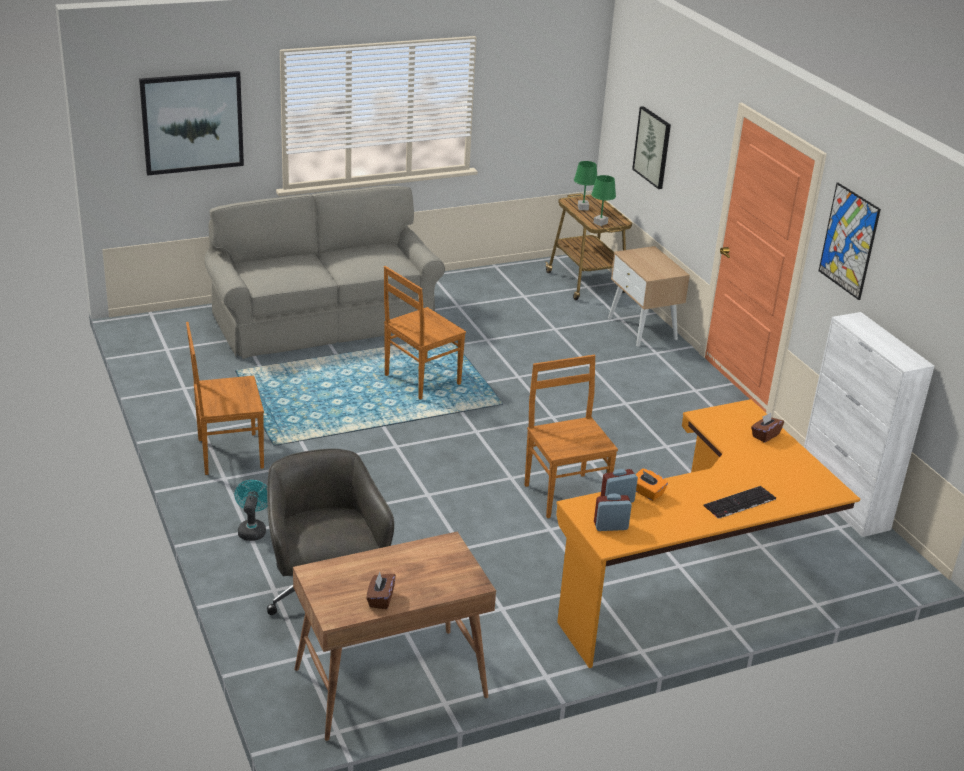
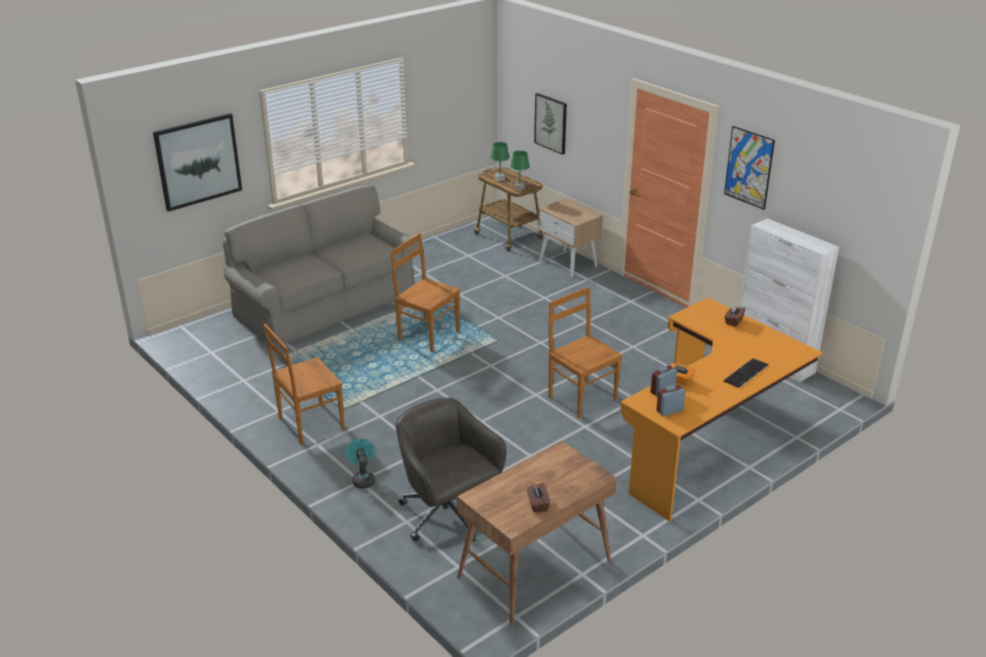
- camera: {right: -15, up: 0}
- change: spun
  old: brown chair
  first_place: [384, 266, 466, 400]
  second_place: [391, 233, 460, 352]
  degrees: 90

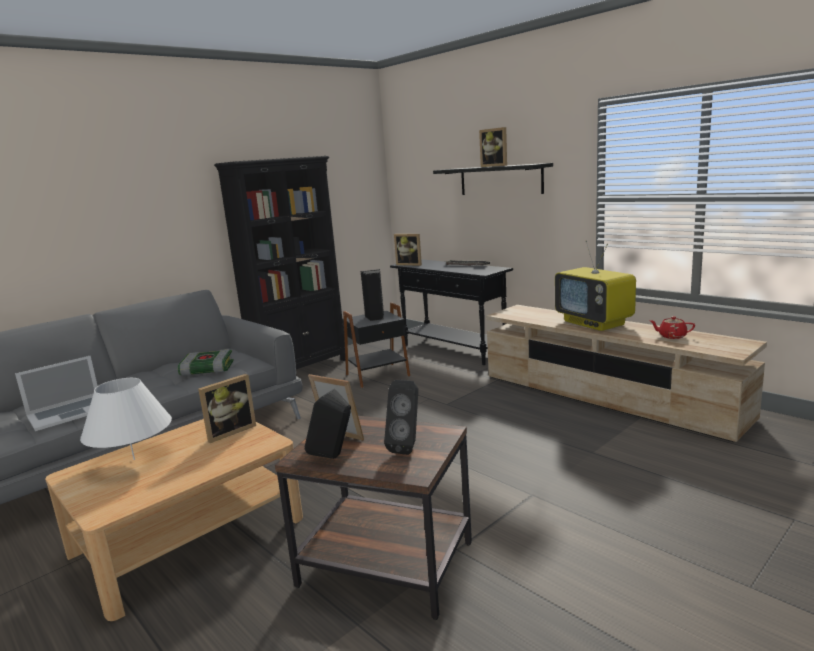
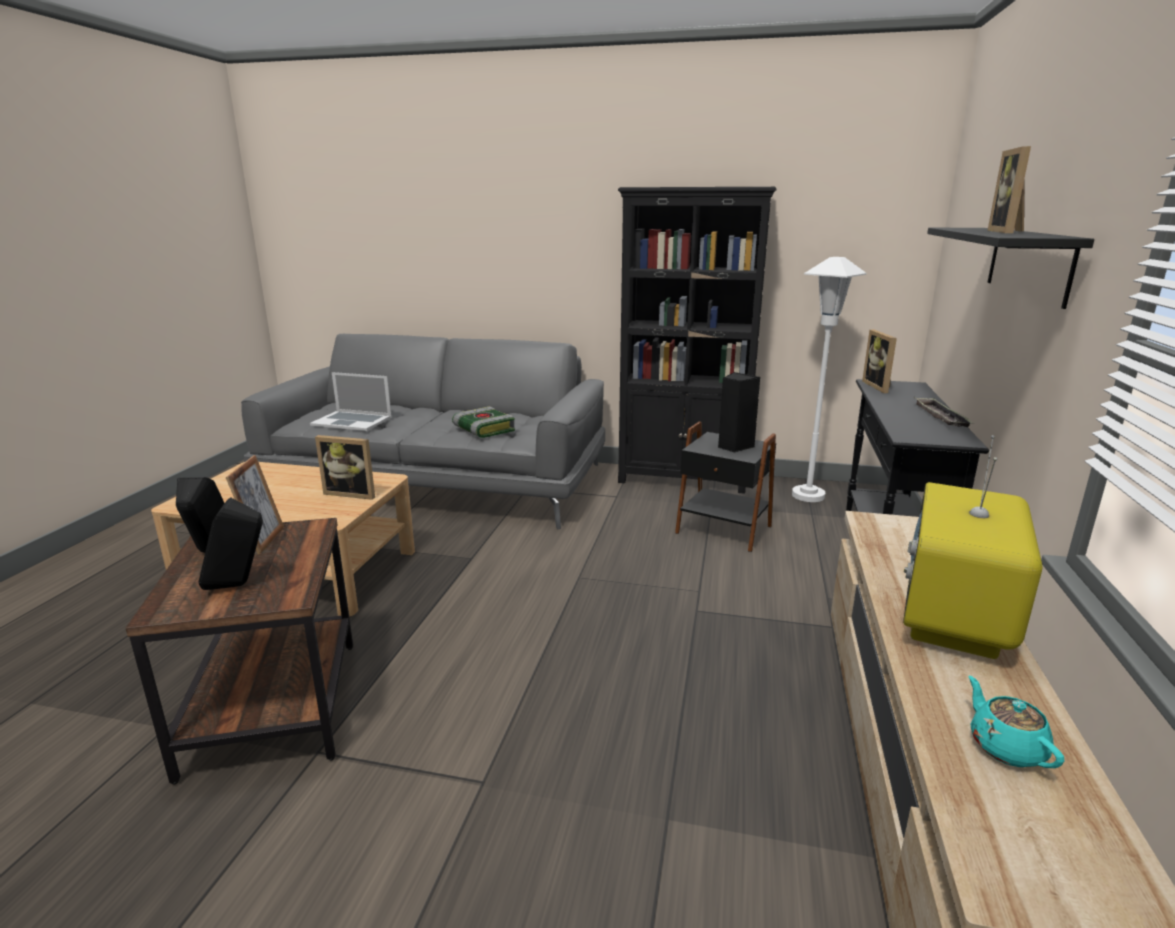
- camera: {right: 55, up: 5}
- change: colour
  old: reddish pot for tea
  new: turquoise pot for tea
  first_place: [650, 316, 695, 339]
  second_place: [969, 676, 1064, 768]
- change: missing
  old: whitish tabletop lamp
  first_place: [80, 378, 172, 460]
- change: appeared
  new: whitish standard lamp
  second_place: [792, 257, 867, 502]

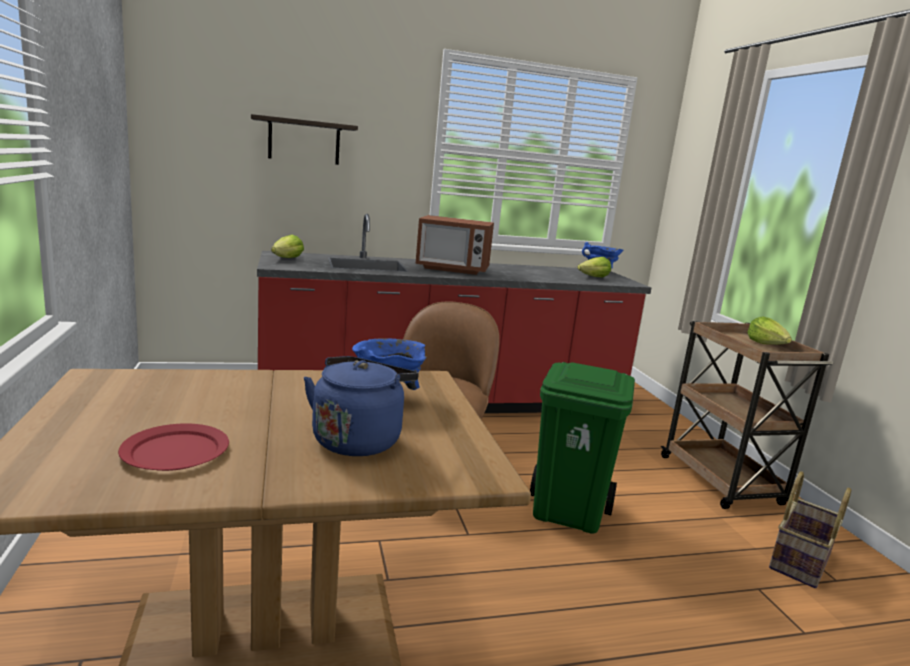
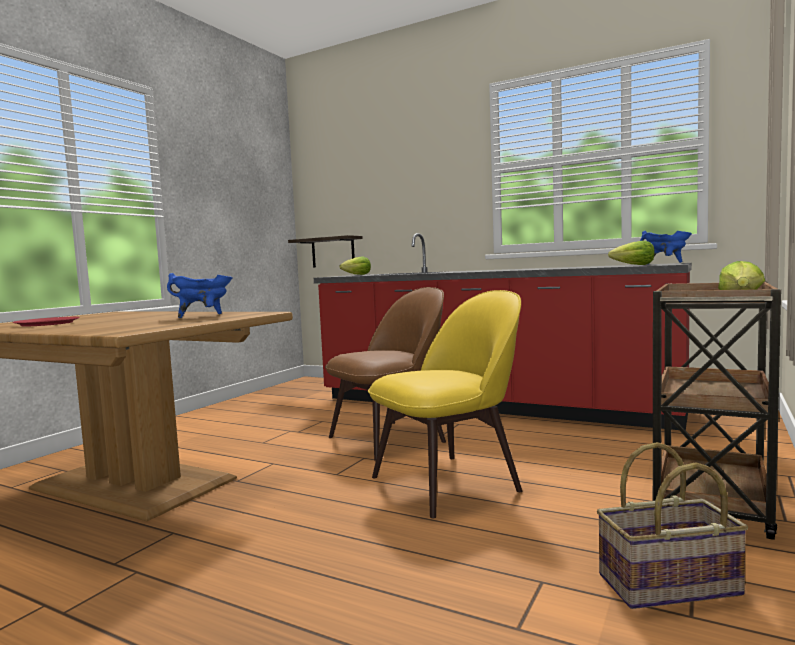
- camera: {right: 45, up: -10}
- change: relocated
  old: shelf
  first_place: [251, 114, 358, 165]
  second_place: [288, 235, 363, 267]
- change: missing
  old: kitchen microwave
  first_place: [415, 215, 494, 275]
- change: missing
  old: bluish kettle
  first_place: [304, 356, 419, 456]
- change: exchanged
  old: greenish rubbish bin
  new: yellowish chair
  first_place: [530, 362, 635, 534]
  second_place: [368, 290, 522, 518]

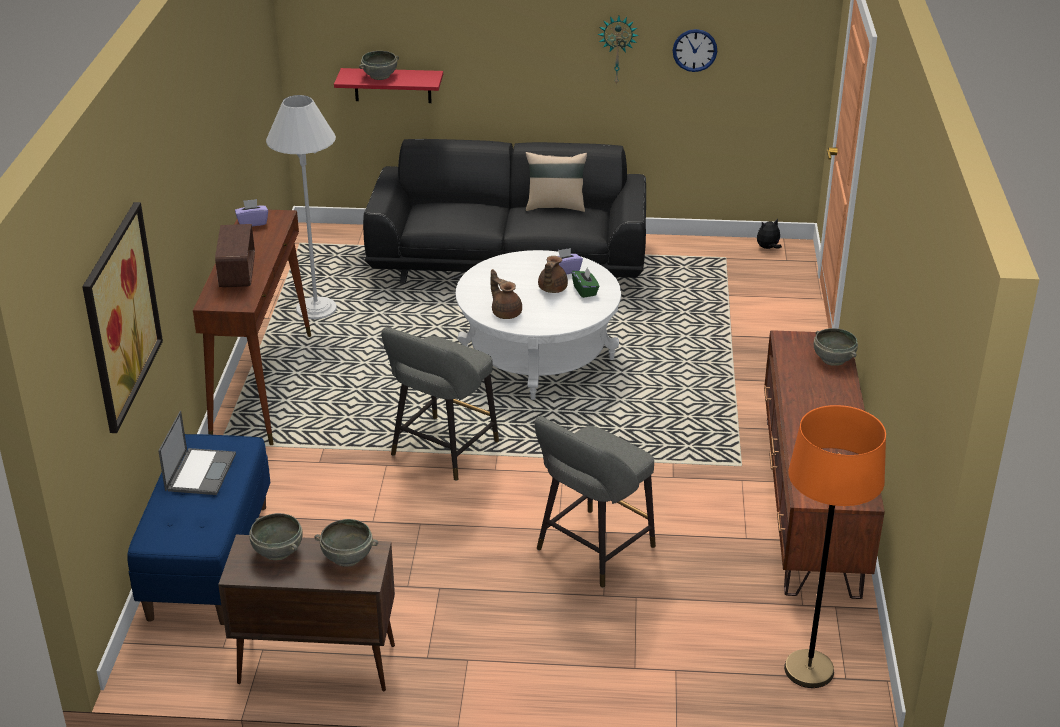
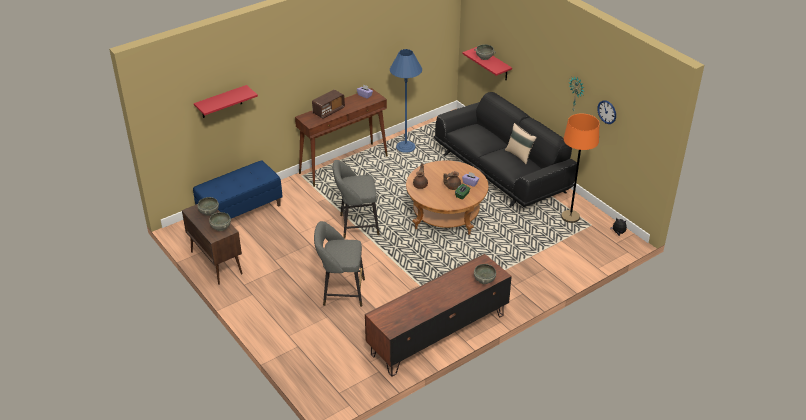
- camera: {right: 50, up: 5}
- change: colour
  old: whitish standard lamp
  new: bluish standard lamp
  first_place: [266, 95, 337, 319]
  second_place: [390, 49, 422, 153]
- change: exchanged
  old: wall art
  new: reddish shelf
  first_place: [82, 202, 163, 433]
  second_place: [194, 85, 258, 118]
- change: colour
  old: whitish lounge table
  new: brown lounge table
  first_place: [456, 250, 621, 400]
  second_place: [406, 160, 488, 235]
- change: relocated
  old: orange-coloured standard lamp
  first_place: [784, 405, 886, 688]
  second_place: [561, 114, 600, 223]
- change: missing
  old: notebook computer
  first_place: [158, 411, 236, 495]

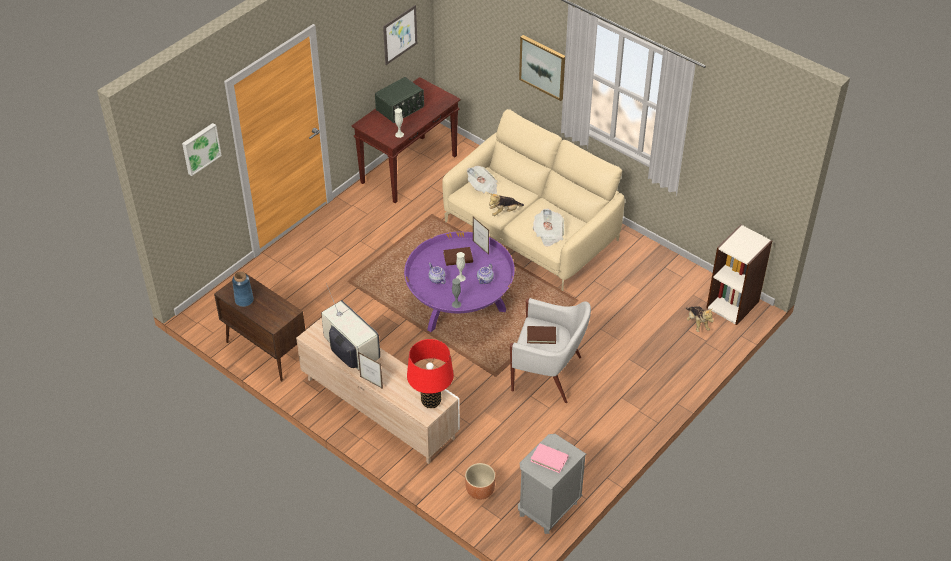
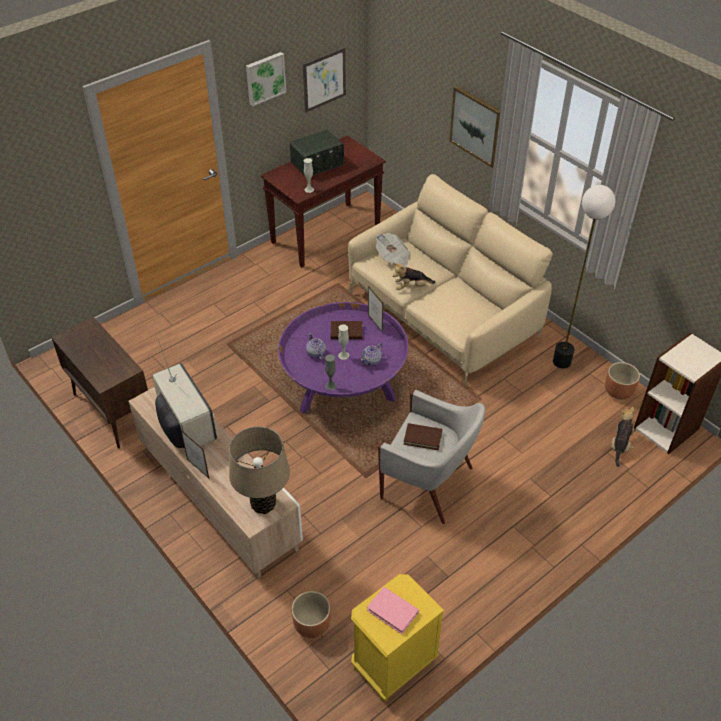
- camera: {right: 10, up: 0}
- change: relocated
  old: wall art
  first_place: [182, 123, 222, 176]
  second_place: [246, 52, 286, 106]
- change: missing
  old: printed paper
  first_place: [533, 208, 564, 247]
- change: missing
  old: bluish decorative vase
  first_place: [232, 272, 254, 307]
- change: spun
  old: plush toy
  first_place: [686, 306, 714, 332]
  second_place: [611, 407, 634, 467]
  degrees: -150
- change: colour
  old: reddish tabletop lamp
  new: beige tabletop lamp
  first_place: [407, 339, 454, 408]
  second_place: [229, 426, 290, 514]
- change: colour
  old: greyish nightstand
  new: yellowish nightstand
  first_place: [518, 434, 586, 534]
  second_place: [351, 574, 444, 701]
- change: appeared
  new: standard lamp
  second_place: [553, 185, 615, 369]
- change: appeared
  new: brown planter
  second_place: [605, 362, 640, 399]

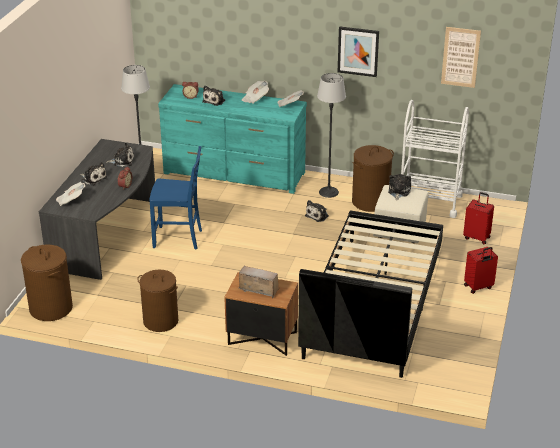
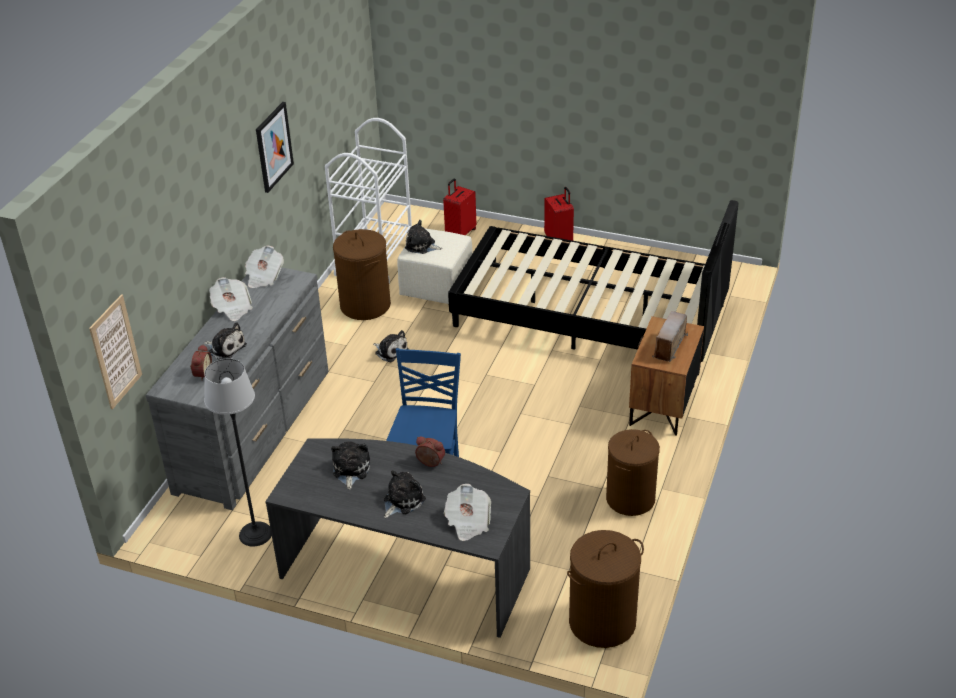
- camera: {right: -85, up: 5}
- change: relocated
  old: wall art
  first_place: [441, 27, 481, 88]
  second_place: [89, 294, 142, 409]
- change: missing
  old: standard lamp
  first_place: [317, 73, 346, 198]
- change: colour
  old: turquoise dresser
  new: greyish dresser
  first_place: [158, 84, 307, 194]
  second_place: [146, 268, 329, 510]

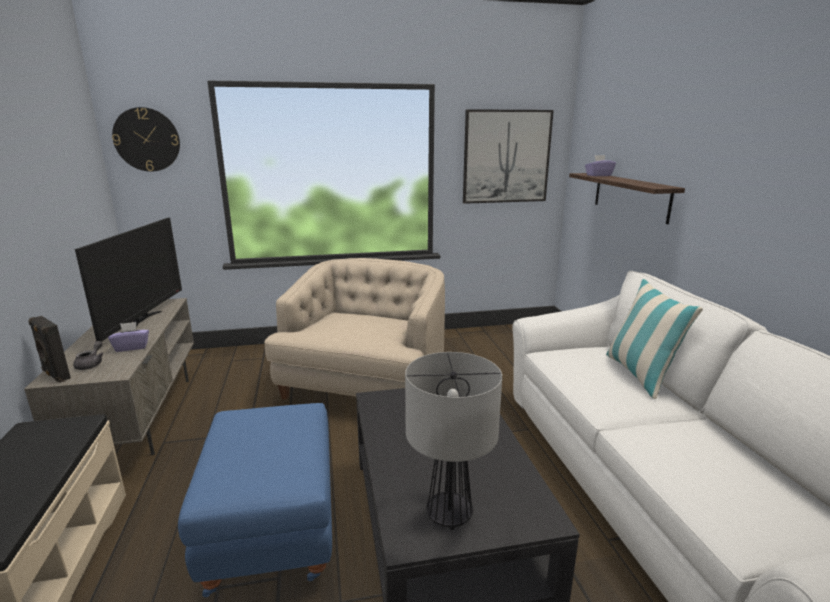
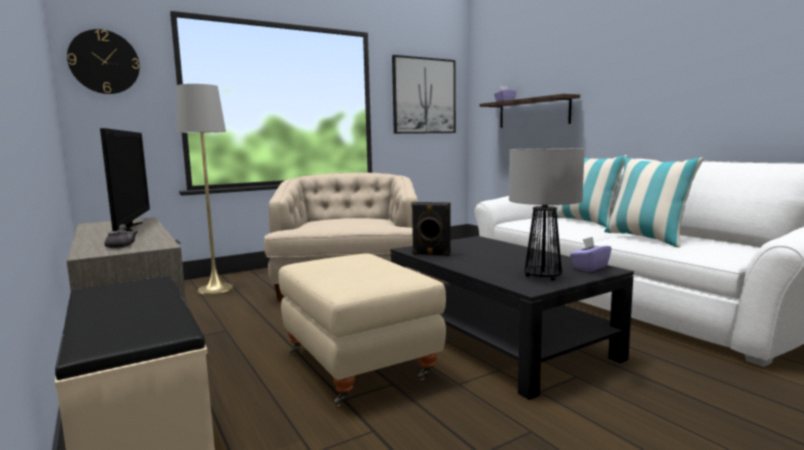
- camera: {right: -20, up: -10}
- change: relocated
  old: blackish audio speaker
  first_place: [28, 316, 71, 383]
  second_place: [411, 202, 451, 256]
- change: relocated
  old: purple tissue box
  first_place: [108, 322, 149, 352]
  second_place: [570, 237, 612, 272]
- change: colour
  old: bluish ottoman
  new: beige ottoman
  first_place: [178, 403, 332, 597]
  second_place: [278, 253, 446, 406]
- change: appeared
  new: greyish standard lamp
  second_place: [177, 84, 233, 295]
- change: appeared
  new: cushion
  second_place: [604, 157, 704, 247]

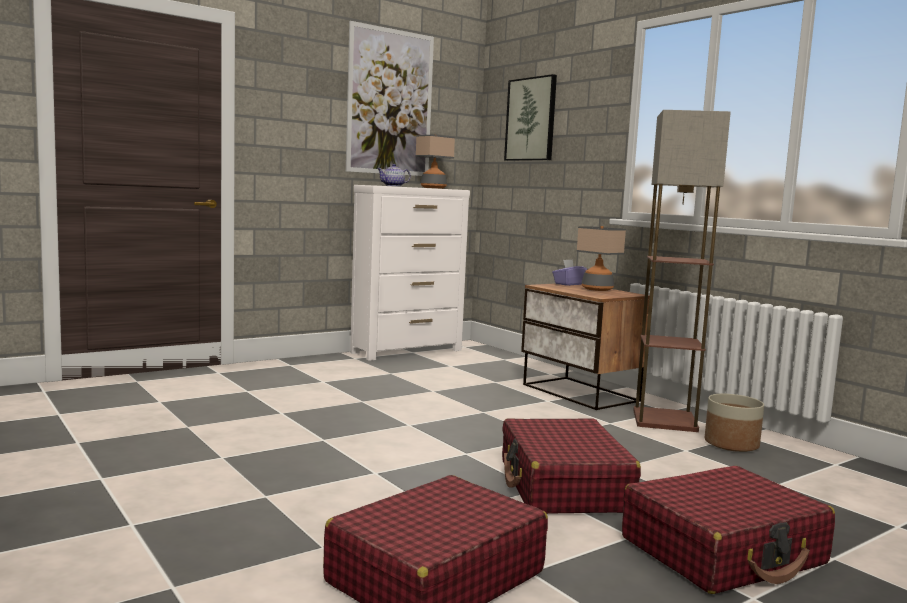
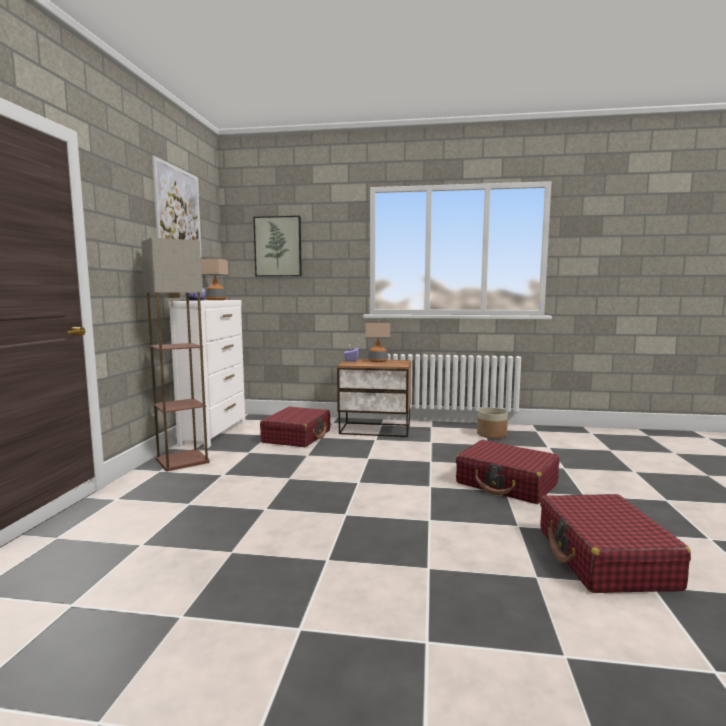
- camera: {right: -45, up: 0}
- change: relocated
  old: standard lamp
  first_place: [633, 110, 731, 432]
  second_place: [141, 237, 210, 471]
- change: relocated
  old: reddish piece of luggage
  first_place: [622, 466, 835, 594]
  second_place: [260, 407, 330, 447]

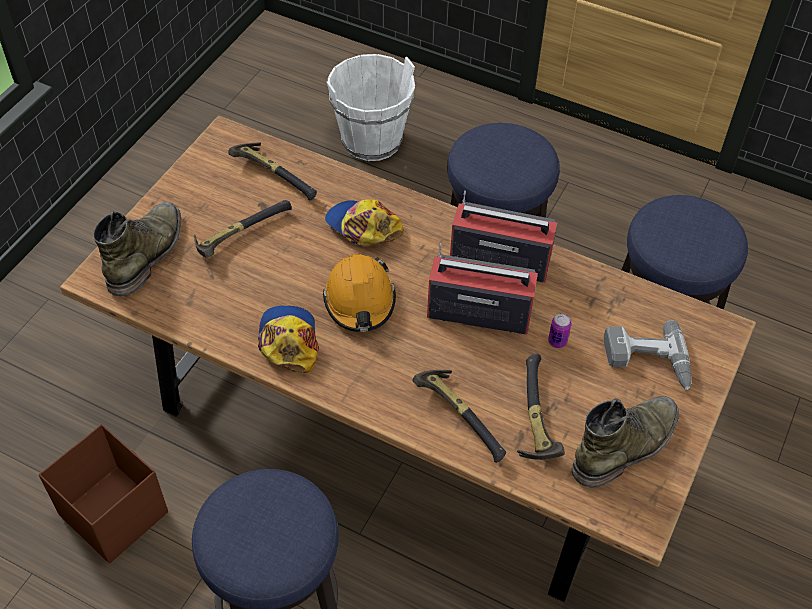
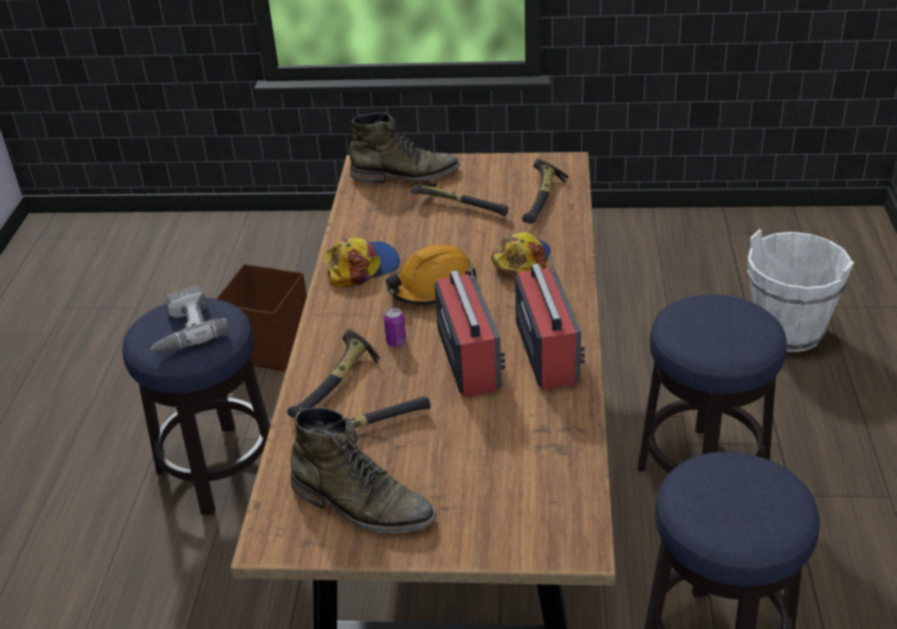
- camera: {right: 70, up: -15}
- change: relocated
  old: metal can
  first_place: [548, 313, 571, 348]
  second_place: [384, 308, 406, 348]
- change: relocated
  old: electric drill
  first_place: [604, 320, 691, 390]
  second_place: [150, 286, 229, 352]

